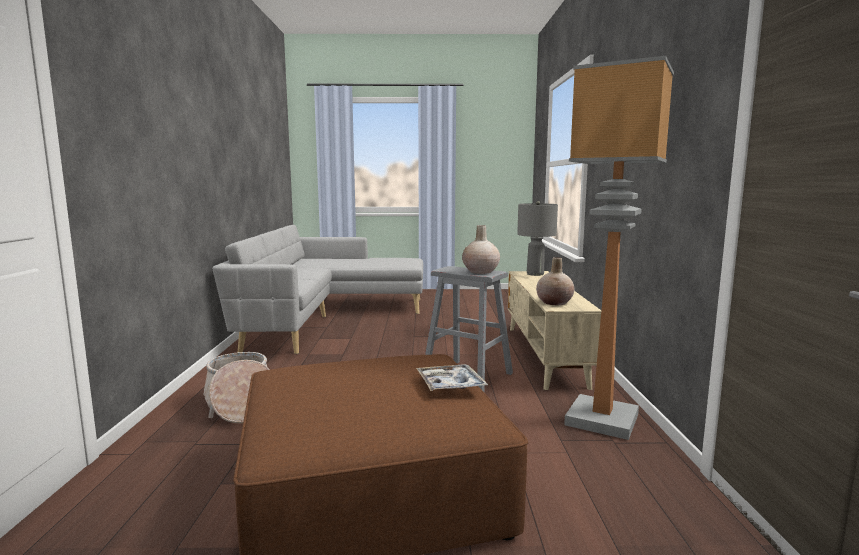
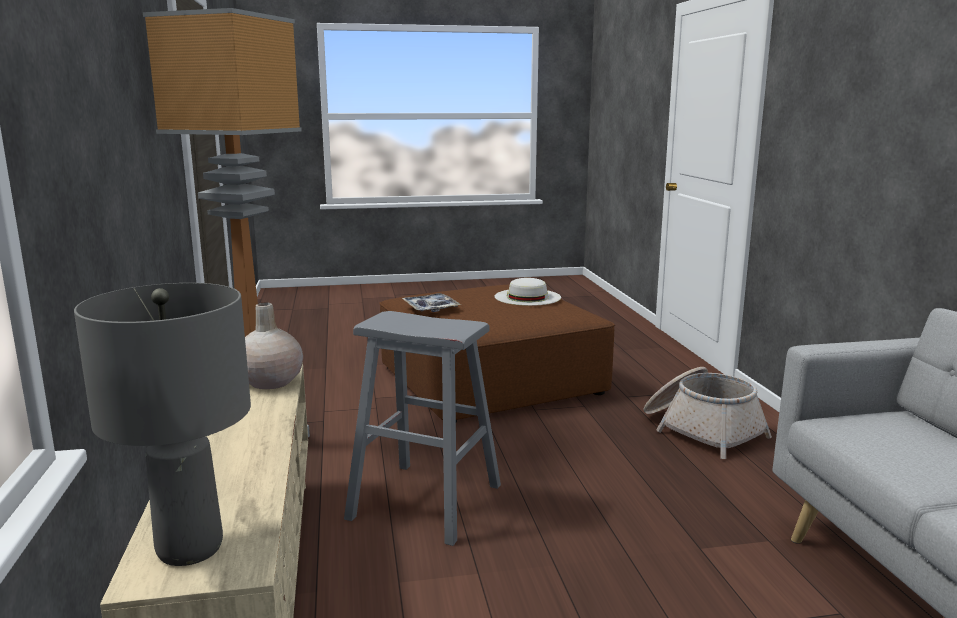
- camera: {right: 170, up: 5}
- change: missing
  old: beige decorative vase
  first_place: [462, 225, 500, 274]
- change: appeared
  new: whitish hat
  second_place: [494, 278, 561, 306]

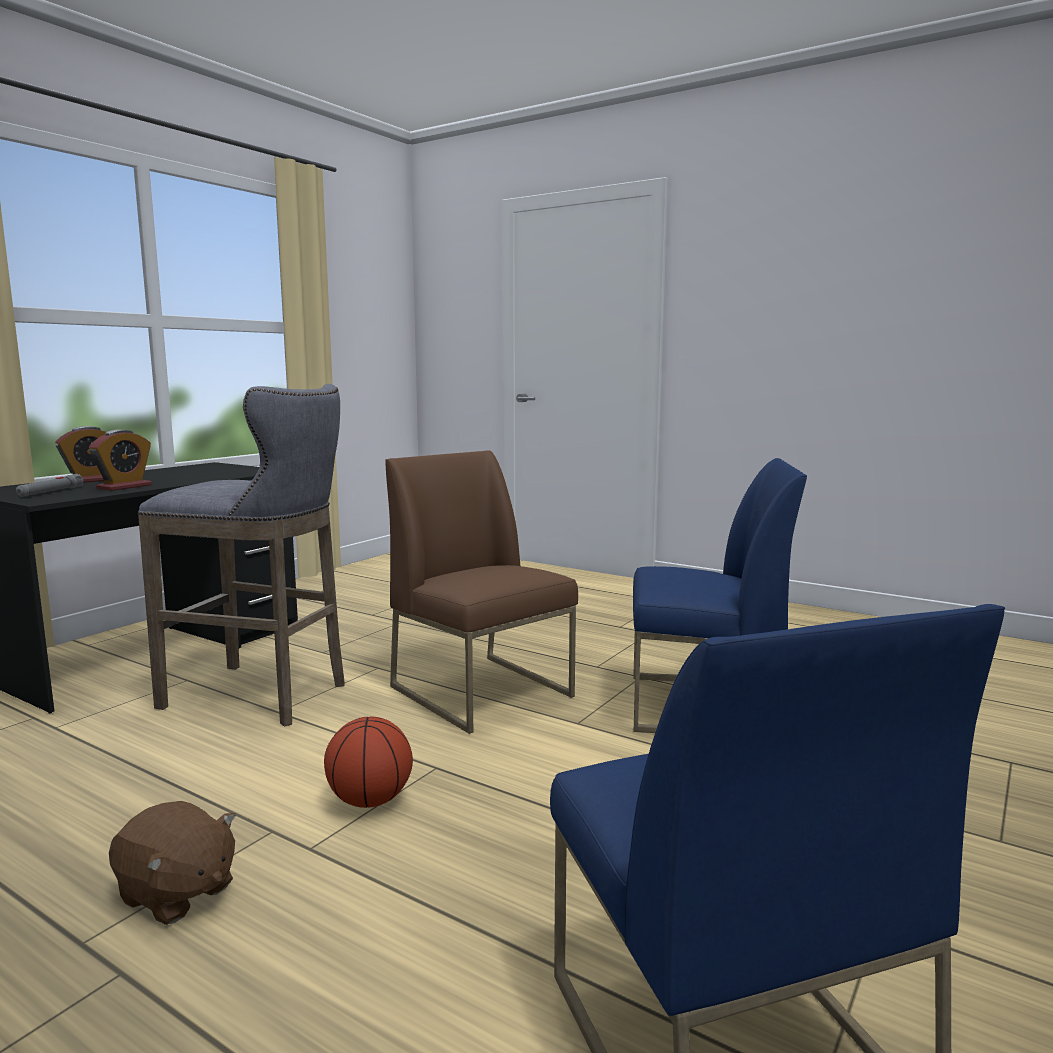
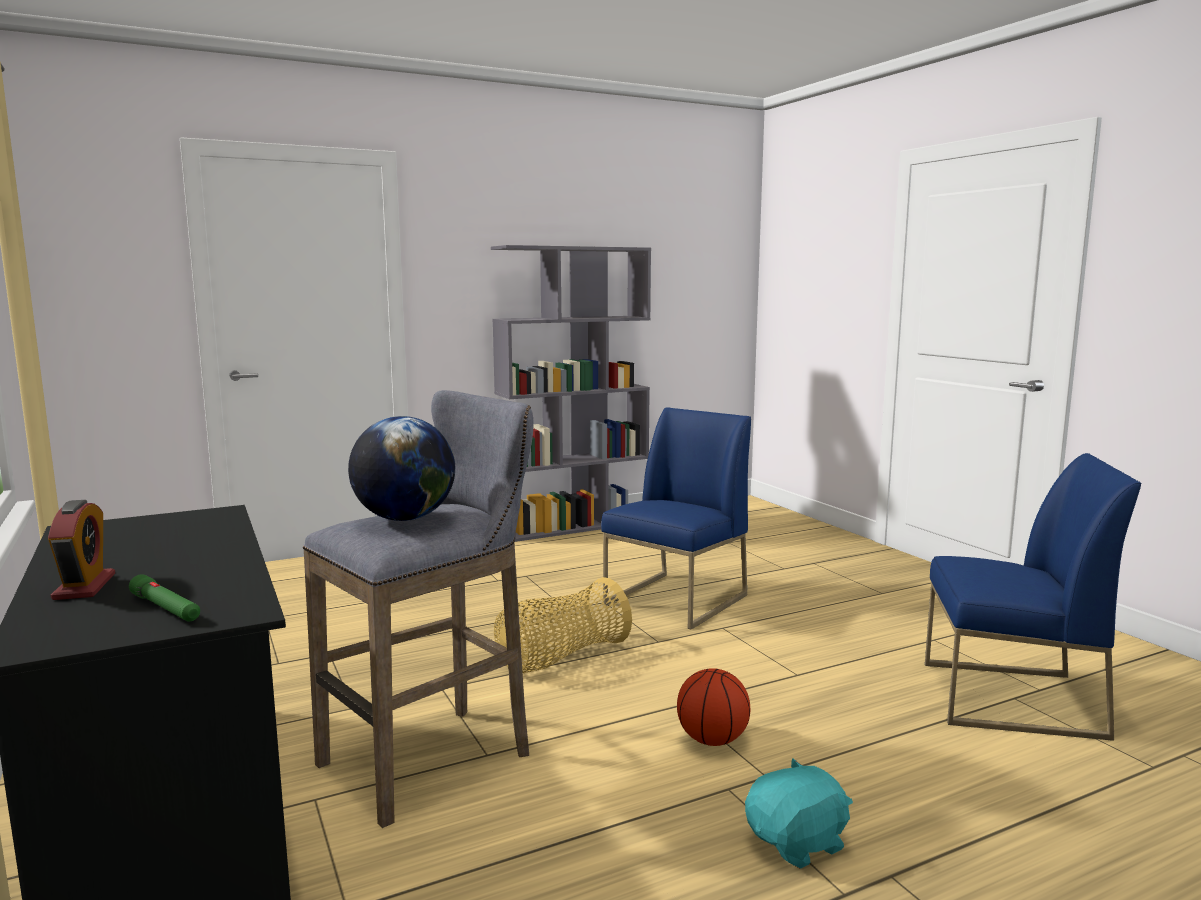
- camera: {right: -60, up: 0}
- change: missing
  old: table clock
  first_place: [89, 430, 152, 491]
- change: exchanged
  old: brown chair
  new: household basket
  first_place: [386, 450, 578, 734]
  second_place: [494, 577, 632, 673]
- change: colour
  old: greyish hand torch
  new: greenish hand torch
  first_place: [16, 474, 83, 497]
  second_place: [129, 574, 200, 622]
- change: colour
  old: brown plush toy
  new: turquoise plush toy
  first_place: [109, 801, 236, 925]
  second_place: [745, 758, 853, 869]
- change: appeared
  new: greyish bookcase
  second_place: [491, 245, 651, 542]
- change: appeared
  new: world globe
  second_place: [348, 416, 455, 521]

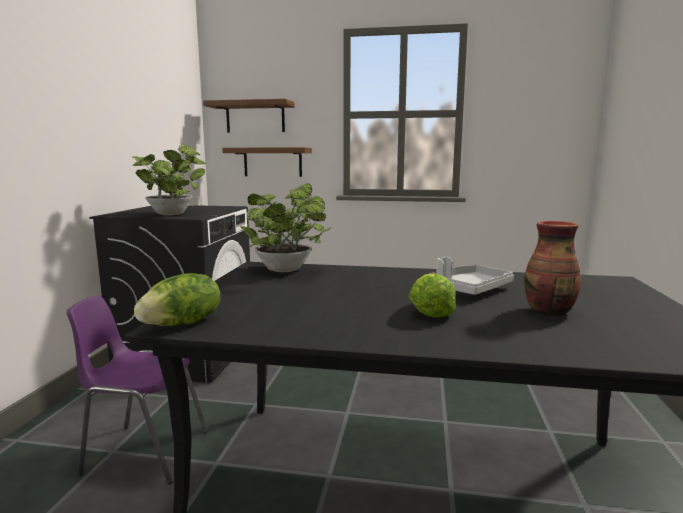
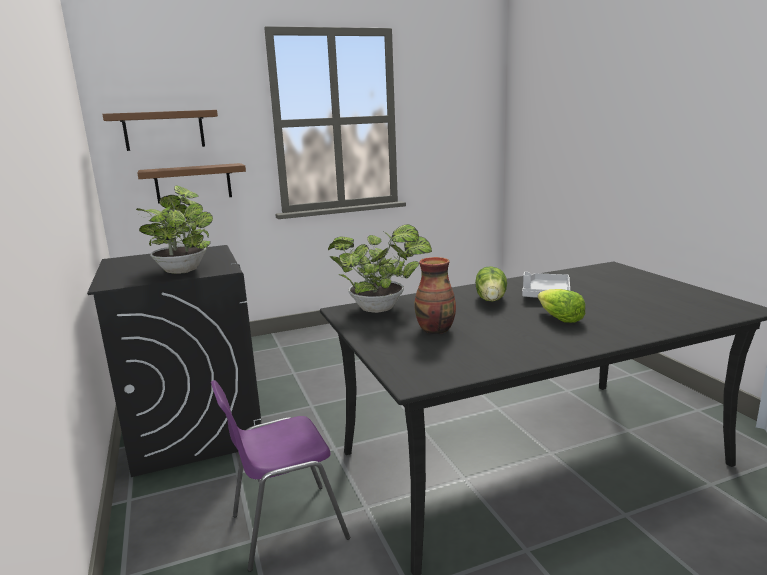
- camera: {right: -30, up: 5}
- change: relocated
  old: decorative vase
  first_place: [524, 221, 581, 316]
  second_place: [414, 257, 456, 334]
- change: relocated
  old: head of lettuce
  first_place: [134, 273, 220, 326]
  second_place: [475, 266, 507, 301]

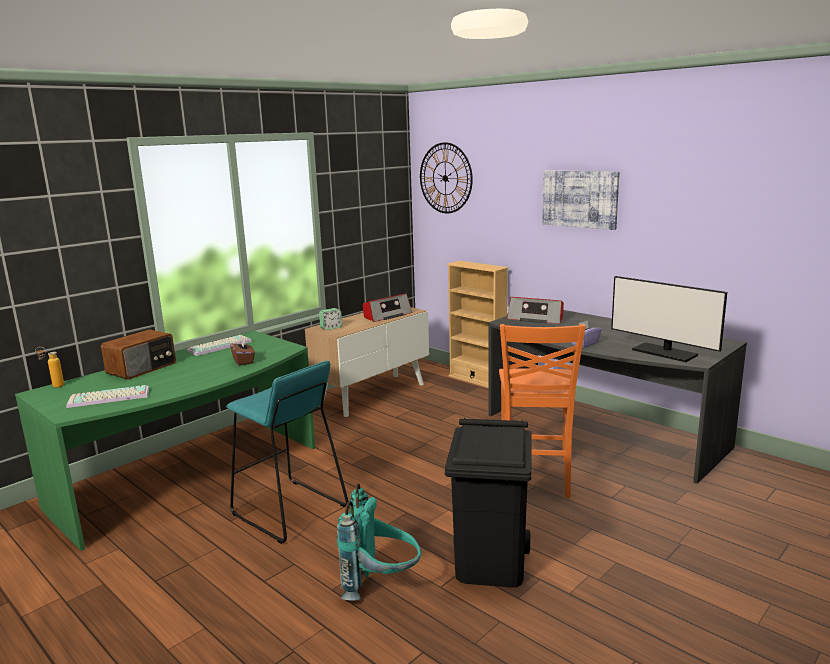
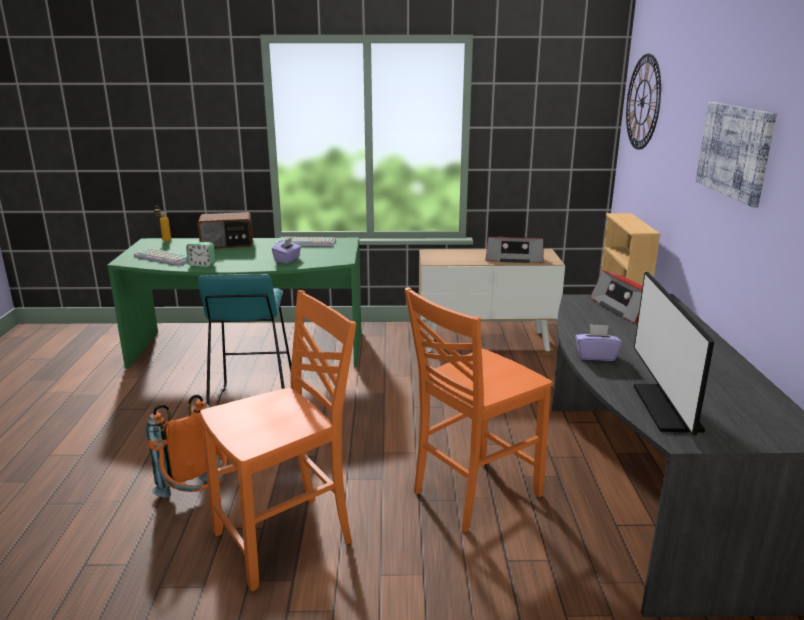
- camera: {right: 45, up: 5}
- change: relocated
  old: table clock
  first_place: [319, 308, 342, 330]
  second_place: [186, 241, 215, 267]
- change: colour
  old: brown tissue box
  new: purple tissue box
  first_place: [230, 338, 255, 366]
  second_place: [272, 238, 301, 264]
- change: exchanged
  old: blackish rubbish bin
  new: orange-coloured chair
  first_place: [445, 418, 532, 588]
  second_place: [200, 290, 356, 592]
- change: colour
  old: turquoise rucksack
  new: orange-coloured rucksack
  first_place: [337, 483, 421, 600]
  second_place: [146, 395, 228, 498]

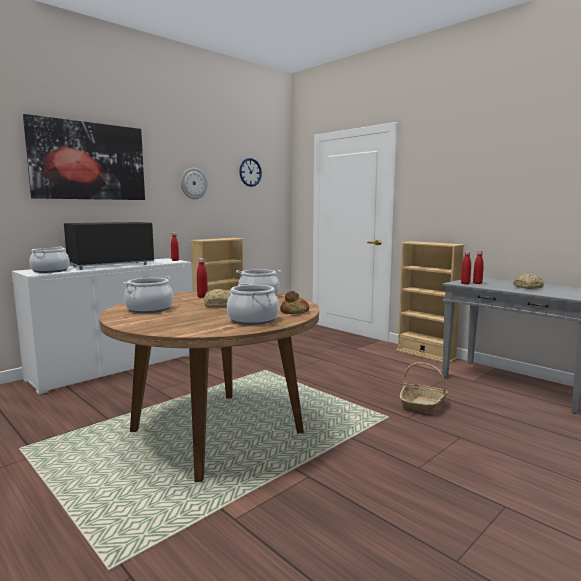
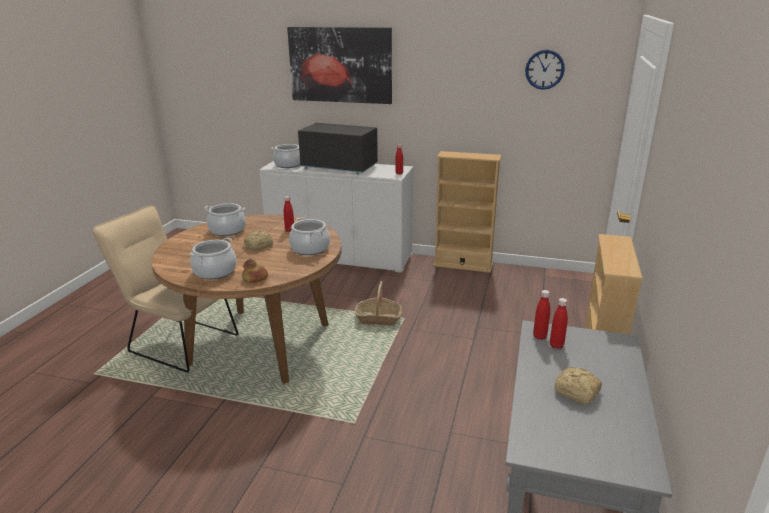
- camera: {right: 60, up: 15}
- change: missing
  old: hanging clock
  first_place: [181, 168, 207, 199]
- change: relocated
  old: household basket
  first_place: [400, 363, 448, 416]
  second_place: [355, 281, 402, 326]
- change: appeared
  new: beige chair
  second_place: [93, 205, 238, 373]

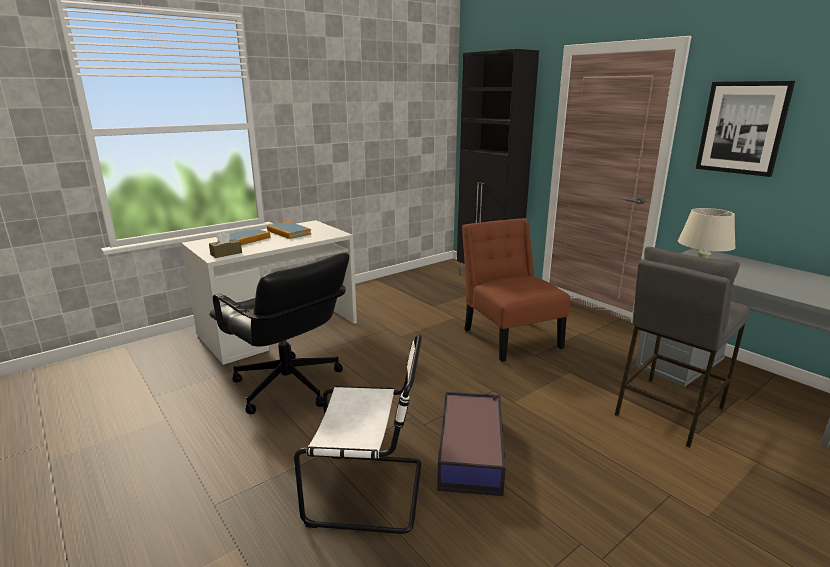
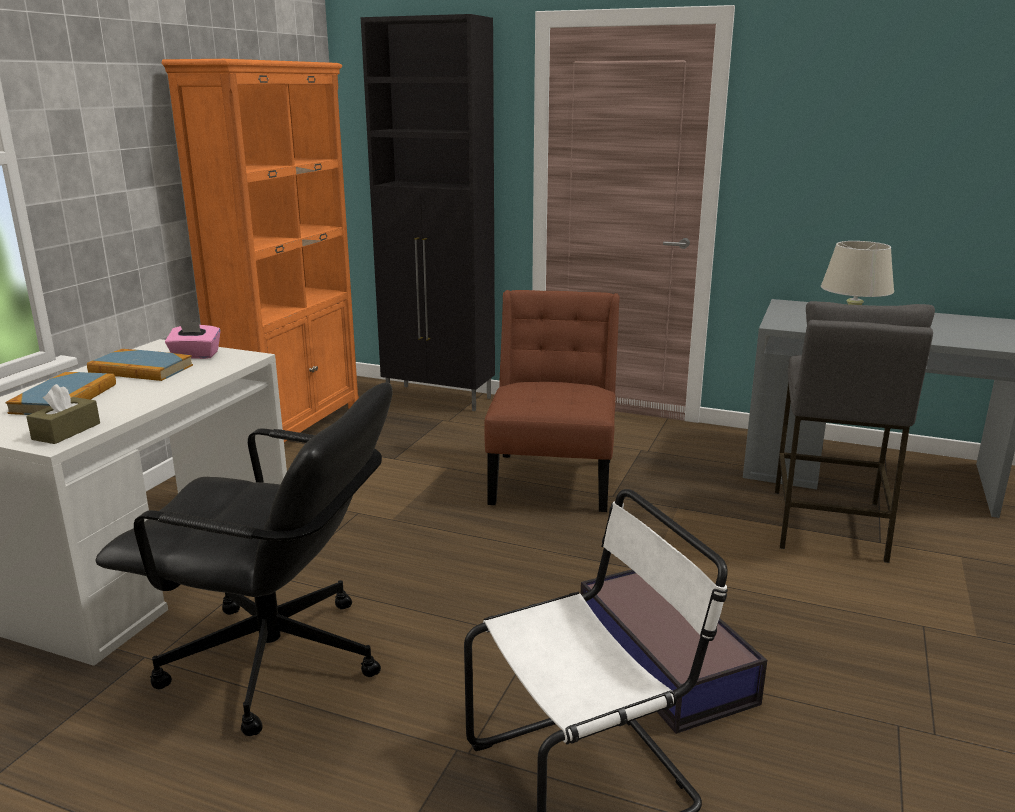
- camera: {right: -30, up: 0}
- change: missing
  old: wall art
  first_place: [696, 81, 795, 177]
- change: spun
  old: brown chair
  first_place: [462, 218, 570, 362]
  second_place: [484, 290, 620, 512]
  degrees: 60
- change: appeared
  new: orange-coloured bookcase
  second_place: [162, 59, 359, 442]
- change: appeared
  new: pink-coloured tissue box
  second_place: [165, 321, 220, 359]

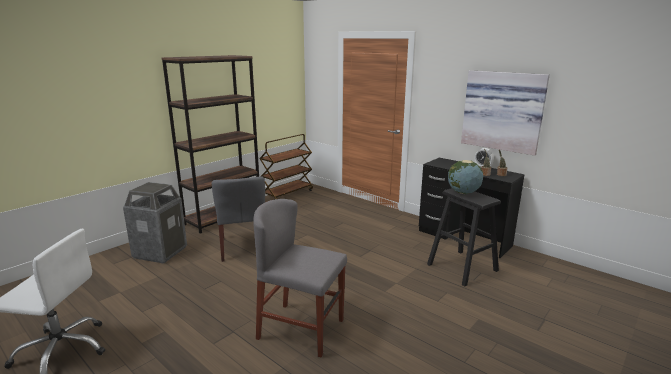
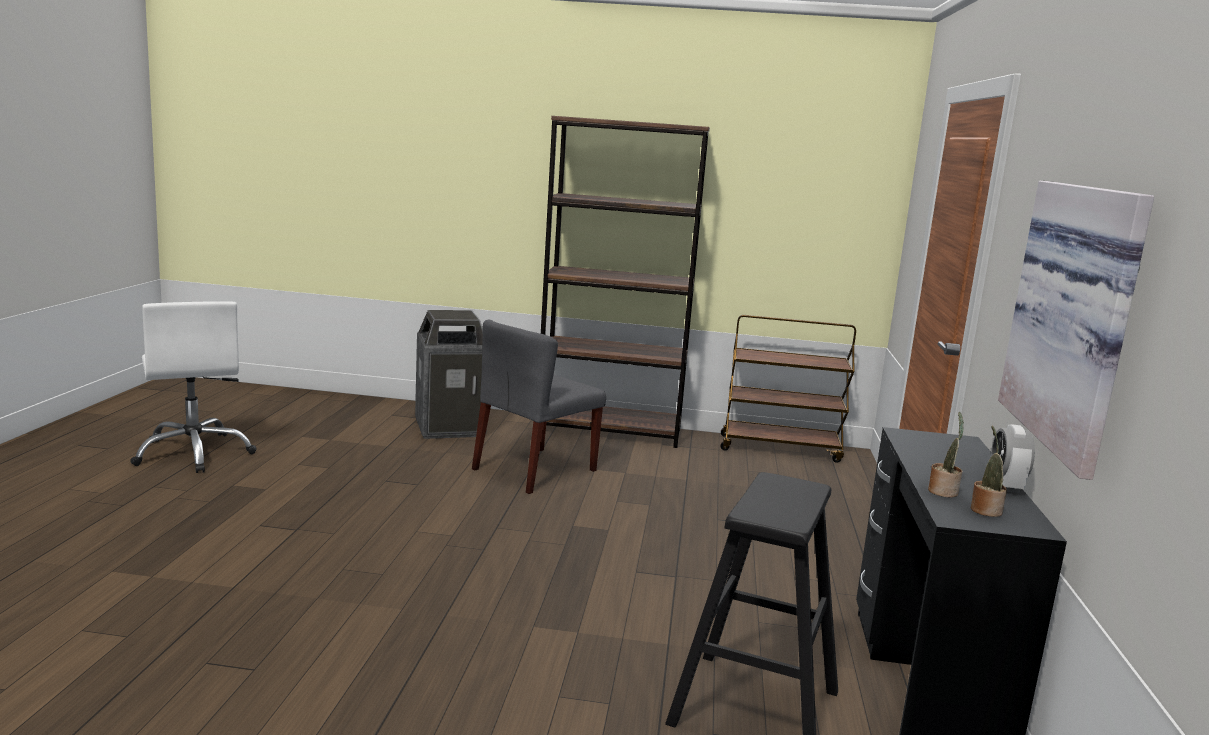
- camera: {right: 55, up: -5}
- change: missing
  old: world globe
  first_place: [448, 160, 483, 194]
- change: missing
  old: greyish chair
  first_place: [253, 199, 347, 357]

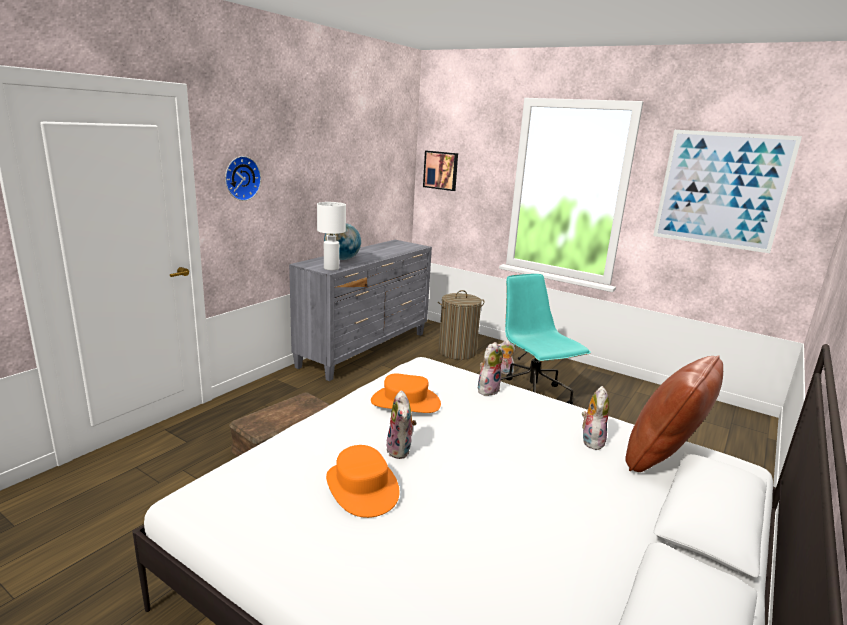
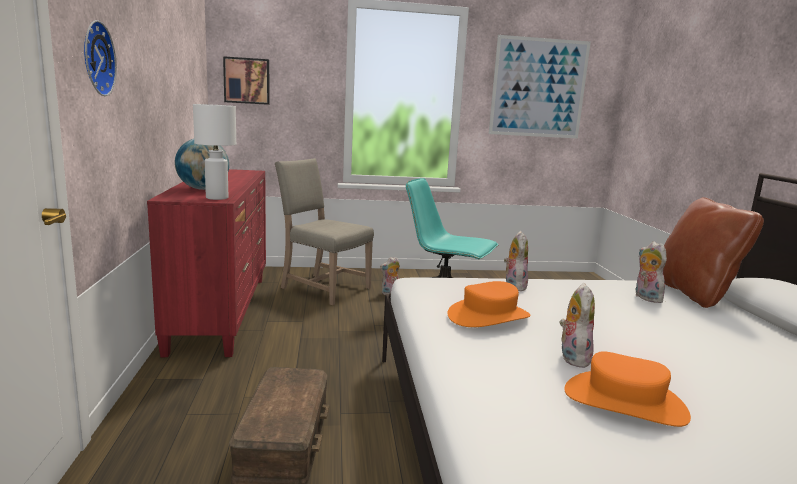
- camera: {right: -40, up: -5}
- change: colour
  old: greyish dresser
  new: reddish dresser
  first_place: [289, 240, 432, 381]
  second_place: [147, 169, 266, 357]
- change: exchanged
  old: hamper
  new: beige chair
  first_place: [438, 290, 485, 360]
  second_place: [275, 158, 374, 305]
- change: spun
  old: plush toy
  first_place: [385, 390, 417, 459]
  second_place: [559, 283, 595, 368]
  degrees: -120

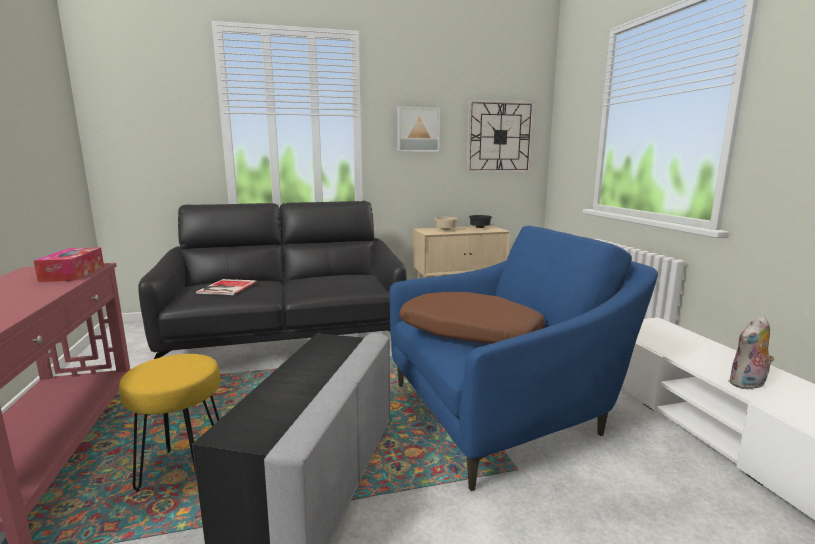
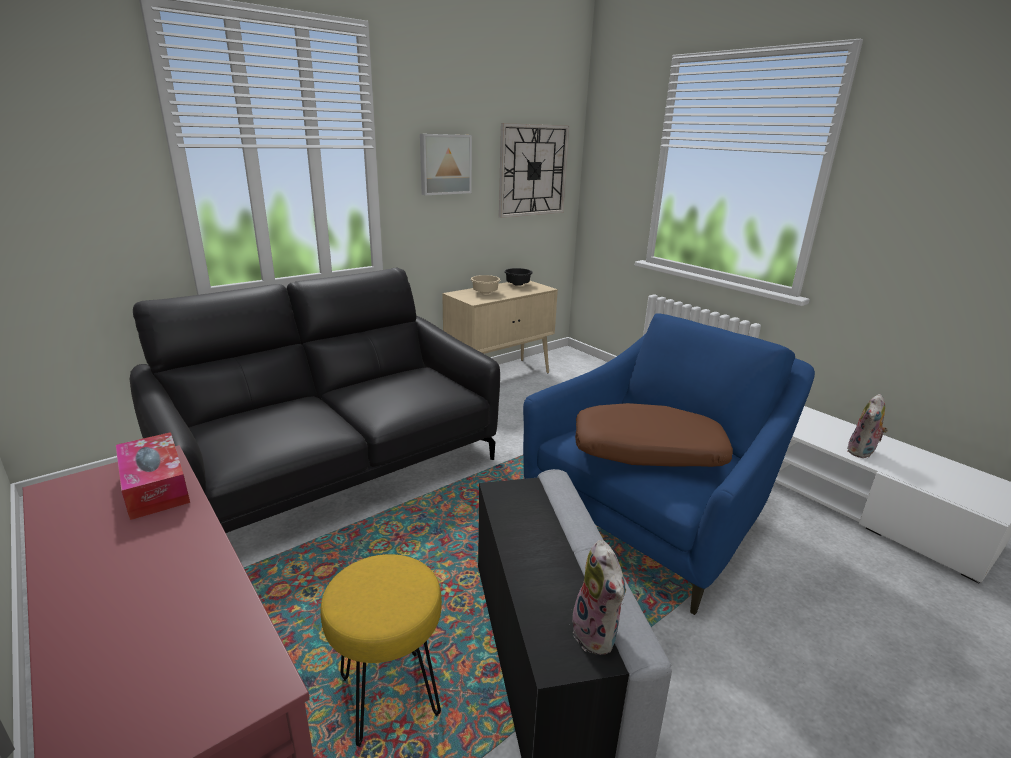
- camera: {right: -25, up: 10}
- change: missing
  old: book
  first_place: [196, 279, 257, 295]
- change: appeared
  new: plush toy
  second_place: [572, 540, 626, 655]

